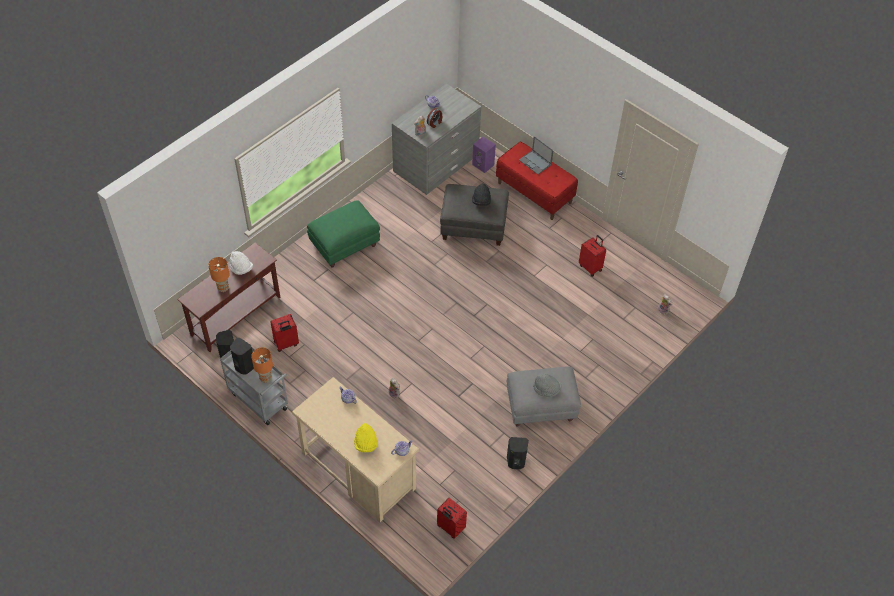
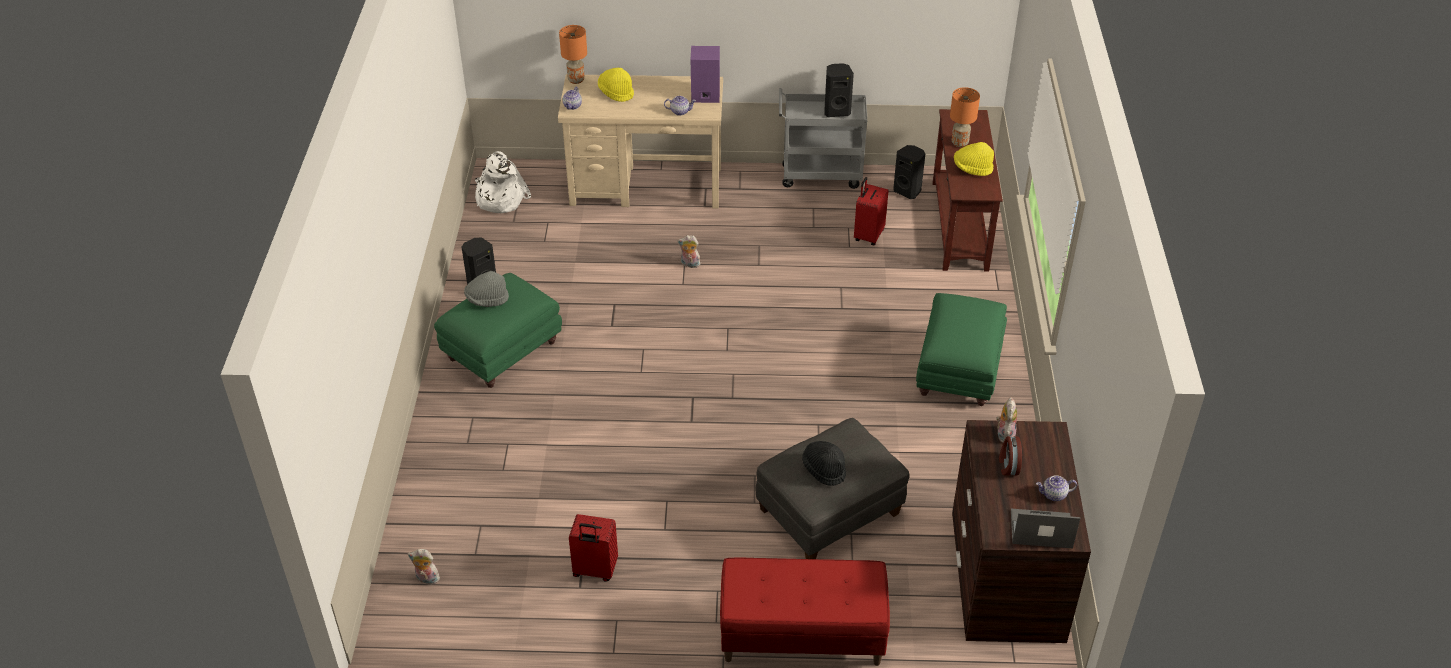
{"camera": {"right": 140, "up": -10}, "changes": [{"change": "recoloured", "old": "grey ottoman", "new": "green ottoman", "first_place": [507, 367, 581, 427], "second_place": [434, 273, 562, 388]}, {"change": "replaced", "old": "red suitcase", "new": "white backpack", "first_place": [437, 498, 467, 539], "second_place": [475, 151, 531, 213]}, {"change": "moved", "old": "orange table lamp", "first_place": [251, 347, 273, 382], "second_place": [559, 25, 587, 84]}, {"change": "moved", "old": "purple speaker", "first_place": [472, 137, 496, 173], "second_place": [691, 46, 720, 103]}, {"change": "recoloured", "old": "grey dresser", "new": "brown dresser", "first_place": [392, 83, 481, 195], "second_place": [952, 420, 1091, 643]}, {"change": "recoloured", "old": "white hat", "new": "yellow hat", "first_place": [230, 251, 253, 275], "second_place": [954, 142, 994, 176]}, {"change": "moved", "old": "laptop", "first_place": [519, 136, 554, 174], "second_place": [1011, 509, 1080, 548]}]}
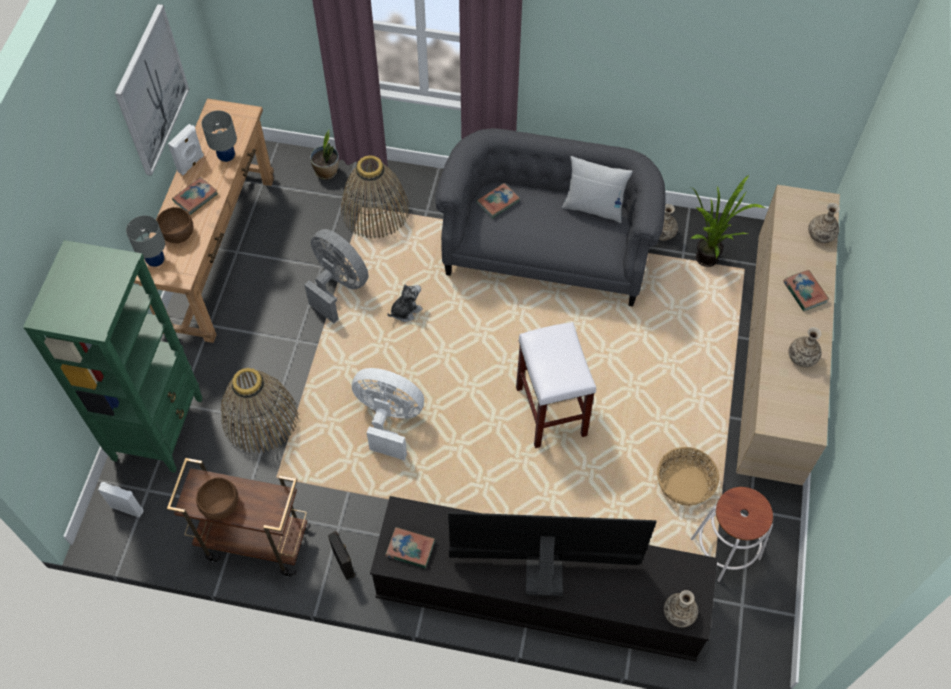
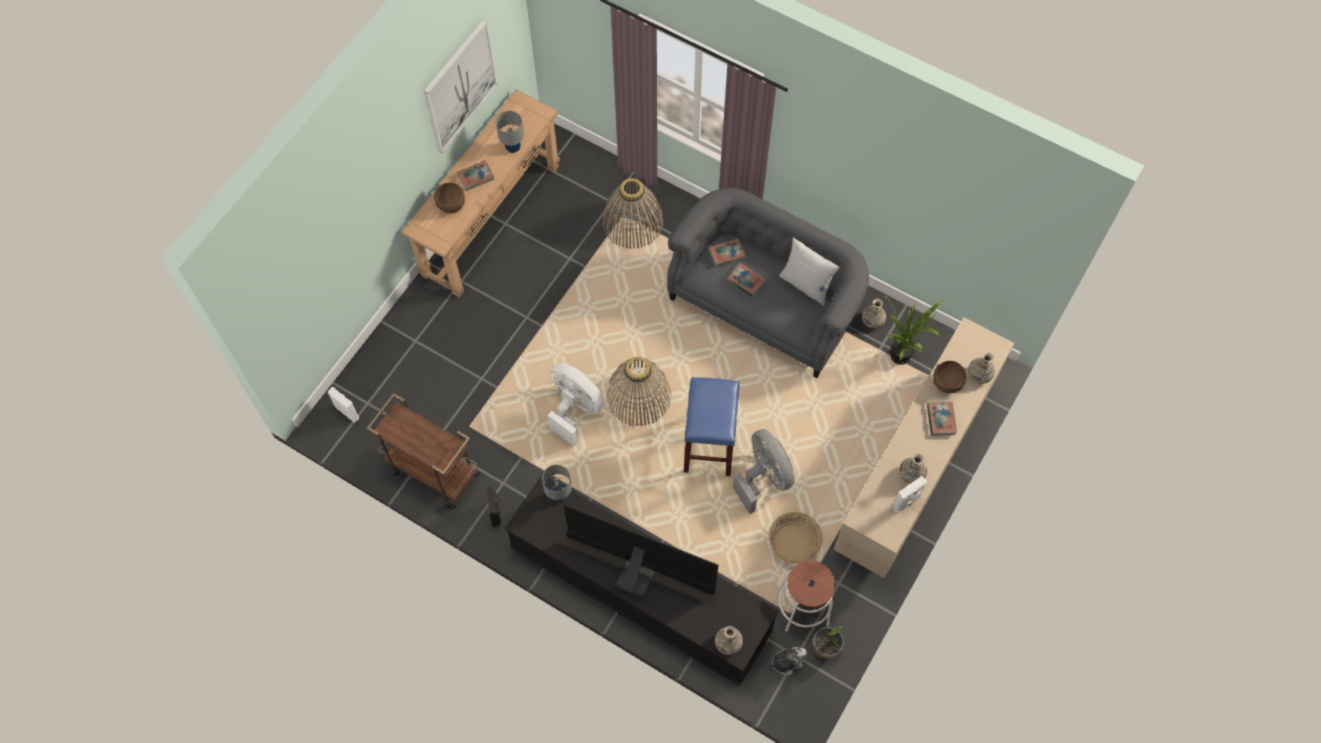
{"camera": {"right": 20, "up": 5}, "changes": [{"change": "moved", "old": "grey table lamp", "first_place": [126, 215, 165, 267], "second_place": [542, 465, 572, 502]}, {"change": "moved", "old": "basket", "first_place": [221, 368, 298, 453], "second_place": [606, 357, 671, 426]}, {"change": "recoloured", "old": "white stool", "new": "blue stool", "first_place": [516, 322, 596, 448], "second_place": [684, 377, 739, 476]}, {"change": "moved", "old": "book", "first_place": [385, 527, 435, 568], "second_place": [727, 263, 766, 297]}, {"change": "moved", "old": "grey fan", "first_place": [304, 229, 368, 323], "second_place": [733, 429, 795, 514]}, {"change": "moved", "old": "plush toy", "first_place": [387, 284, 423, 322], "second_place": [768, 647, 807, 675]}, {"change": "moved", "old": "potted plant", "first_place": [310, 130, 339, 180], "second_place": [813, 625, 843, 658]}, {"change": "moved", "old": "white speaker", "first_place": [168, 124, 204, 175], "second_place": [892, 476, 927, 513]}, {"change": "moved", "old": "brown bowl", "first_place": [196, 478, 238, 520], "second_place": [933, 361, 966, 393]}, {"change": "removed", "old": "green bookcase", "first_place": [23, 240, 202, 473]}]}
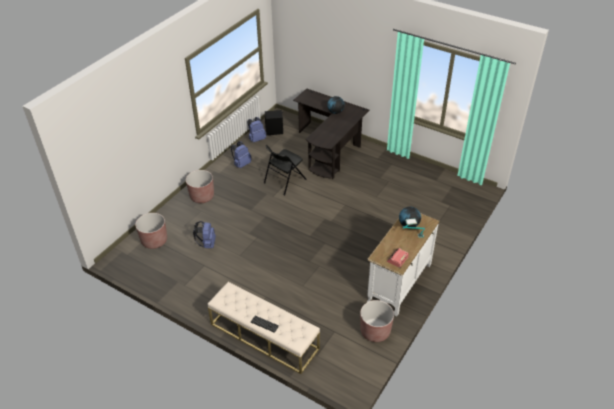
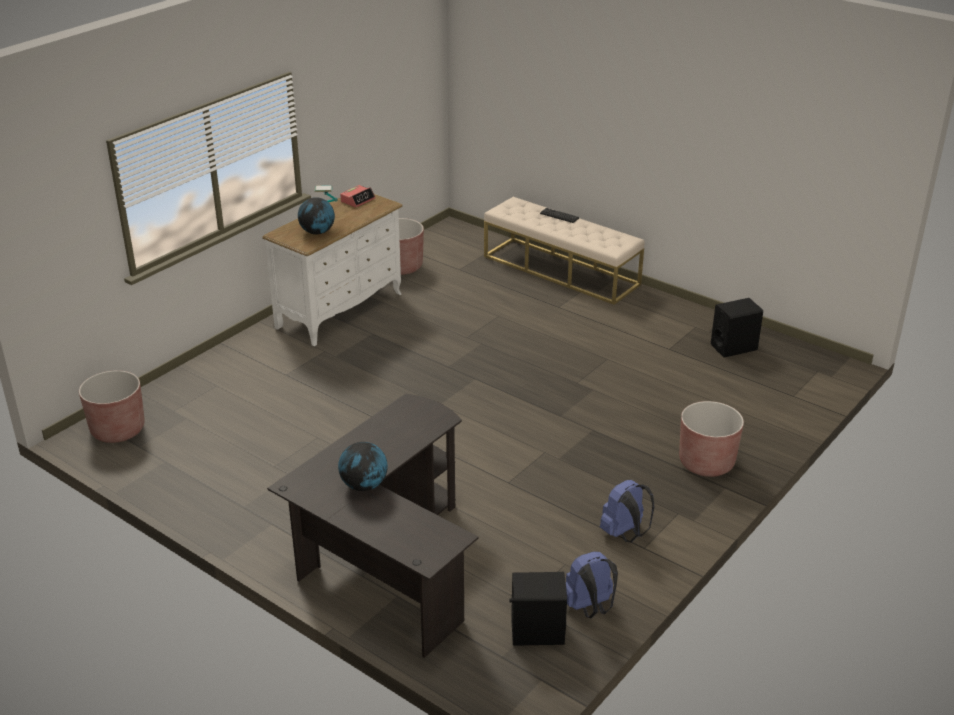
{"camera": {"right": -175, "up": -10}, "changes": [{"change": "moved", "old": "brown planter", "first_place": [135, 213, 167, 249], "second_place": [79, 371, 145, 443]}, {"change": "added", "new": "black speaker", "second_place": [711, 298, 763, 358]}, {"change": "removed", "old": "blue backpack", "first_place": [193, 221, 216, 248]}, {"change": "removed", "old": "black chair", "first_place": [264, 145, 306, 195]}]}
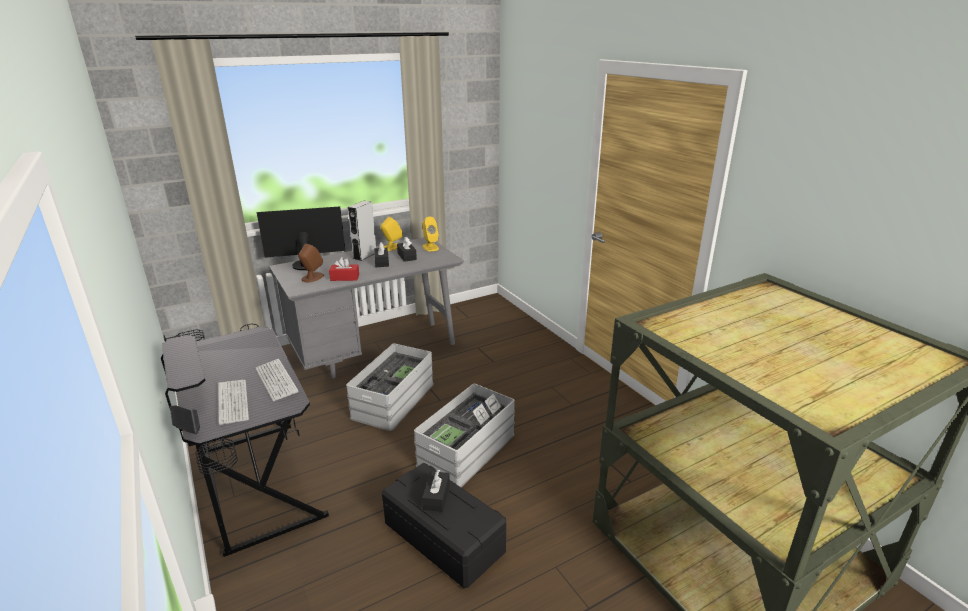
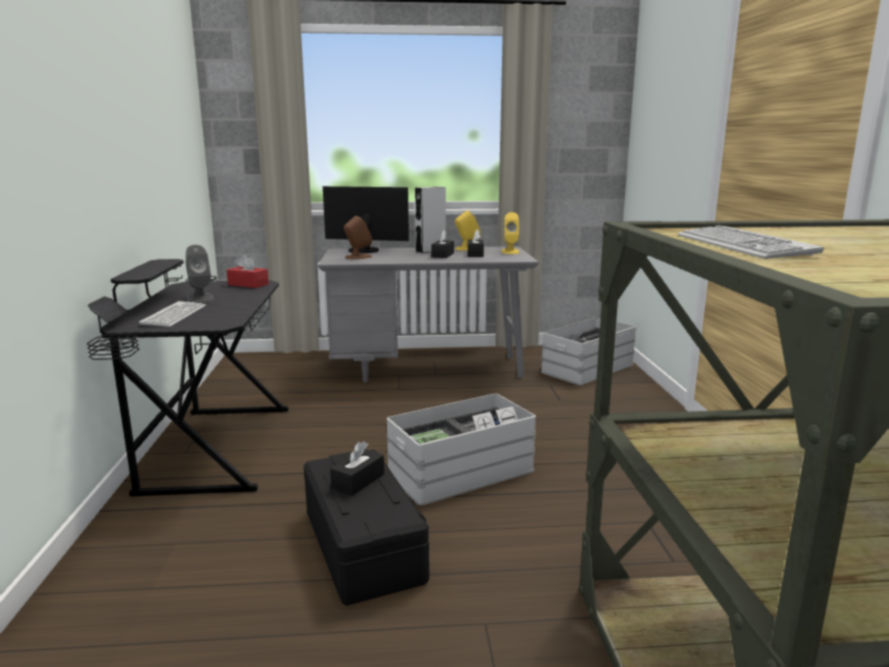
{"camera": {"right": 25, "up": -10}, "changes": [{"change": "added", "new": "grey speaker", "second_place": [186, 245, 214, 303]}, {"change": "moved", "old": "red tissue box", "first_place": [329, 257, 359, 281], "second_place": [227, 254, 269, 288]}, {"change": "moved", "old": "grey storage box", "first_place": [346, 343, 434, 431], "second_place": [541, 318, 636, 385]}, {"change": "moved", "old": "keyboard", "first_place": [256, 359, 298, 402], "second_place": [678, 225, 824, 259]}]}
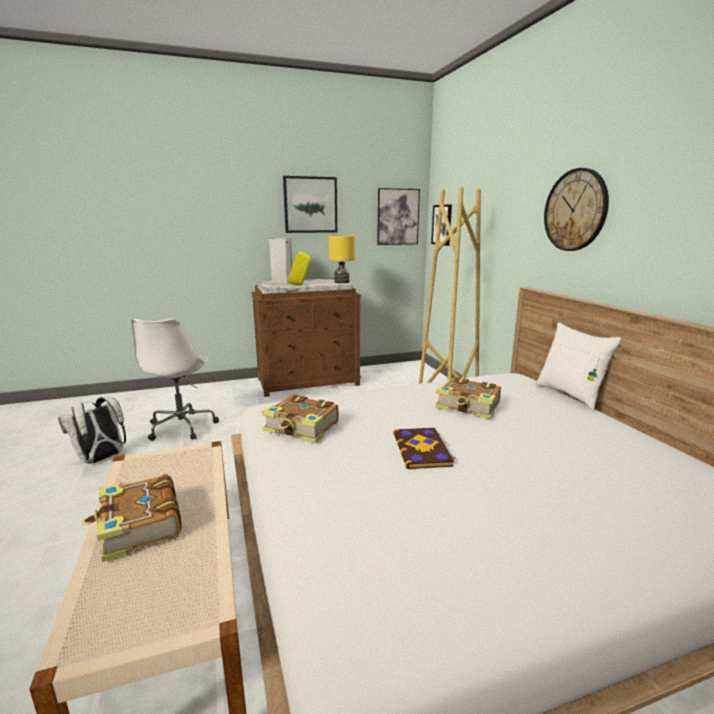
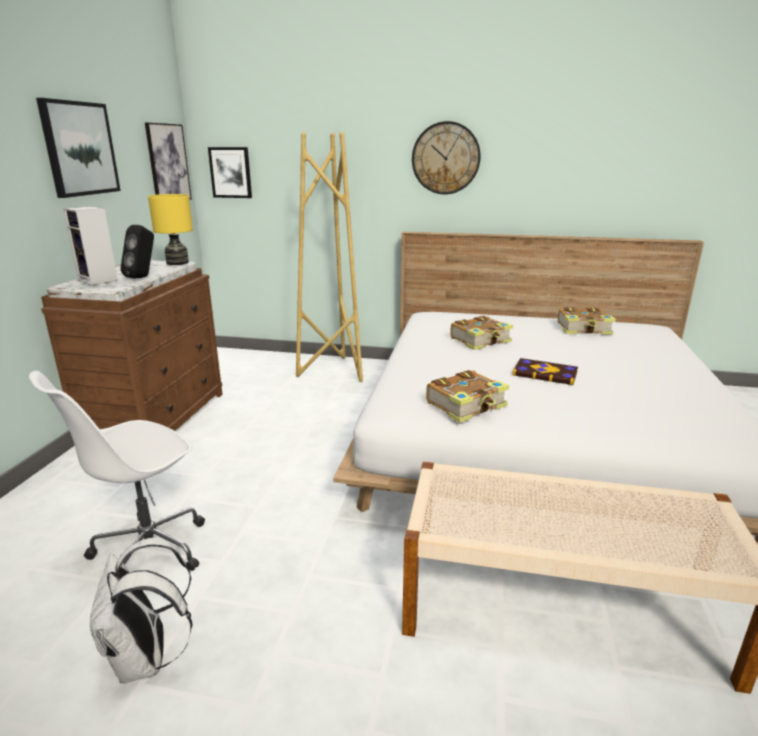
{"camera": {"right": -60, "up": 5}, "changes": [{"change": "turned", "old": "white office chair", "first_place": [131, 319, 219, 441], "second_place": [29, 371, 205, 571], "degrees": 105}, {"change": "recoloured", "old": "yellow speaker", "new": "black speaker", "first_place": [288, 251, 311, 285], "second_place": [121, 225, 154, 278]}, {"change": "moved", "old": "book", "first_place": [82, 474, 182, 562], "second_place": [558, 307, 616, 335]}, {"change": "removed", "old": "white pillow", "first_place": [535, 322, 622, 410]}]}
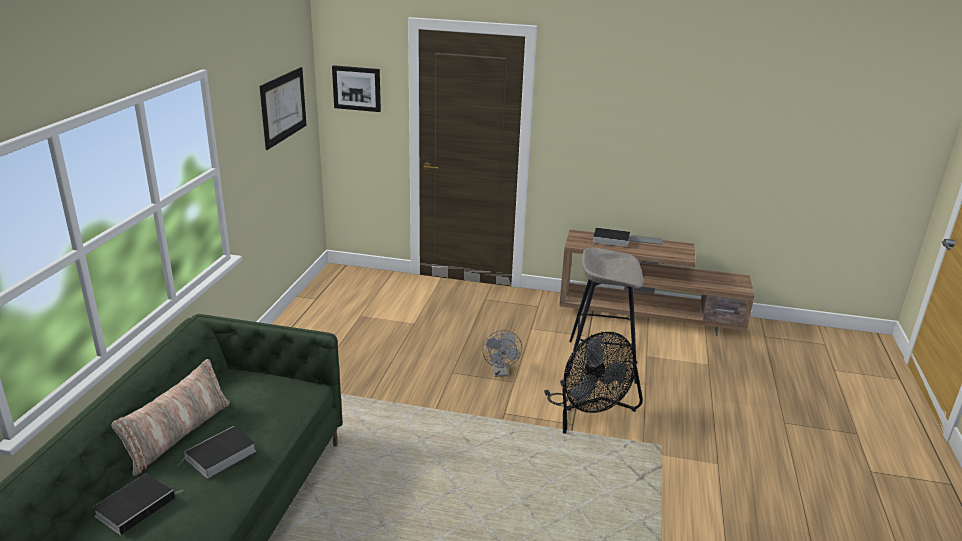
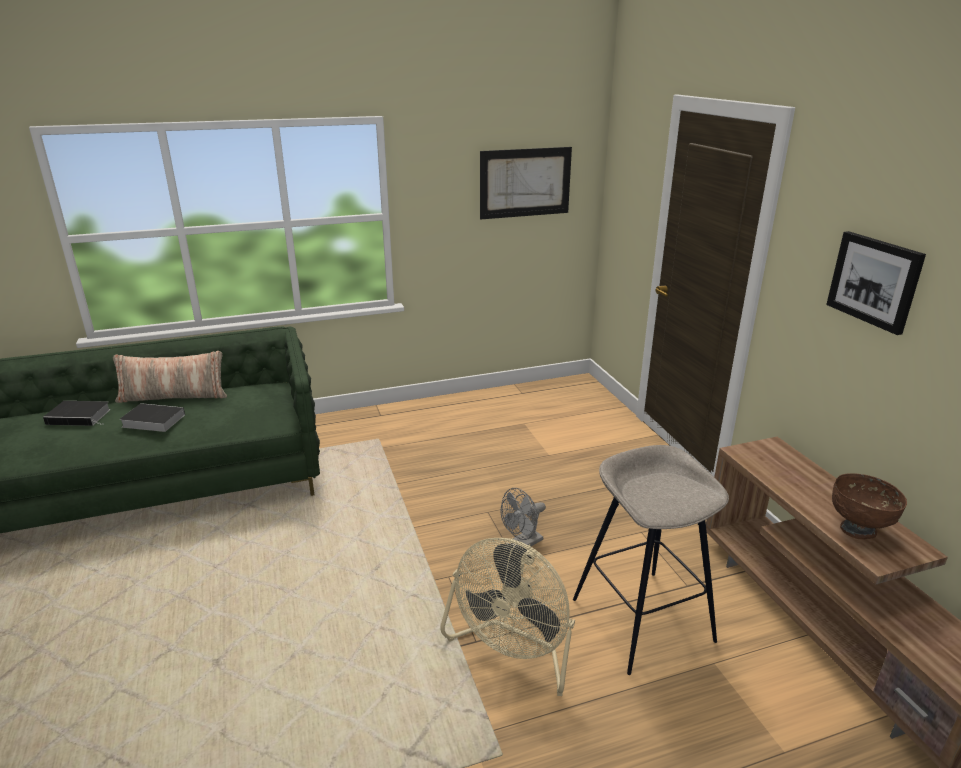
{"camera": {"right": 60, "up": 0}, "changes": [{"change": "recoloured", "old": "black fan", "new": "beige fan", "first_place": [544, 332, 643, 434], "second_place": [440, 538, 575, 696]}, {"change": "moved", "old": "picture", "first_place": [332, 65, 381, 112], "second_place": [826, 231, 926, 335]}, {"change": "added", "new": "brown bowl", "second_place": [832, 473, 907, 539]}, {"change": "removed", "old": "book", "first_place": [593, 227, 630, 247]}]}
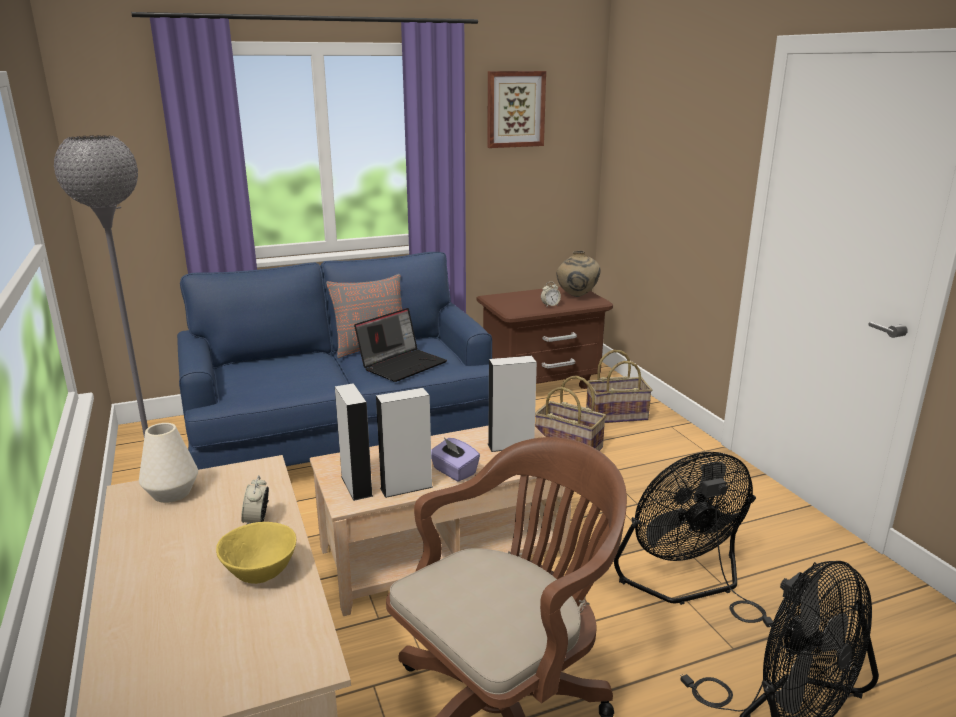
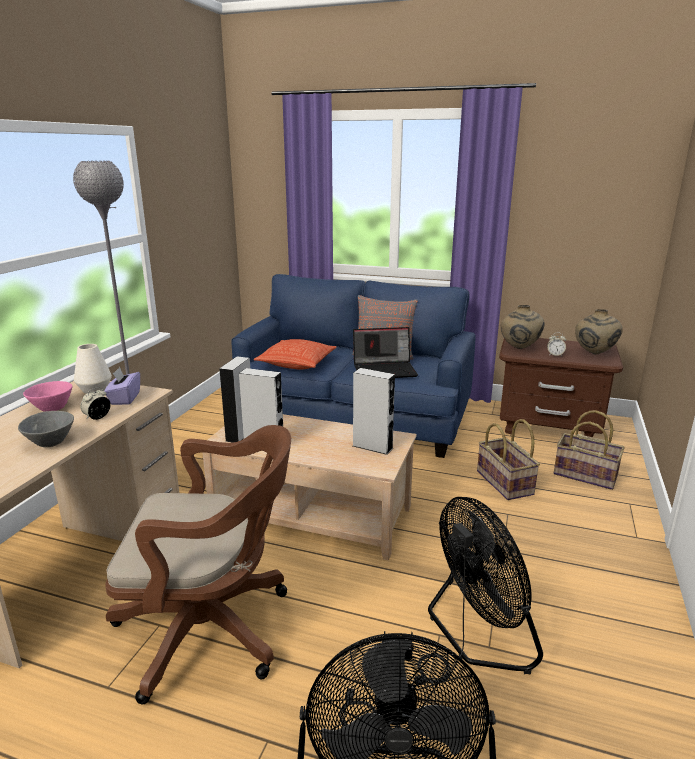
{"camera": {"right": 40, "up": 0}, "changes": [{"change": "recoloured", "old": "yellow bowl", "new": "grey bowl", "first_place": [216, 522, 296, 584], "second_place": [18, 411, 74, 447]}, {"change": "added", "new": "pink bowl", "second_place": [23, 381, 73, 412]}, {"change": "moved", "old": "purple tissue box", "first_place": [431, 438, 480, 482], "second_place": [104, 367, 140, 405]}, {"change": "added", "new": "orange pillow", "second_place": [254, 339, 337, 369]}, {"change": "turned", "old": "black fan", "first_place": [614, 452, 773, 628], "second_place": [413, 497, 543, 686], "degrees": 45}, {"change": "added", "new": "beige vase", "second_place": [501, 305, 545, 349]}, {"change": "removed", "old": "picture", "first_place": [487, 71, 546, 148]}]}
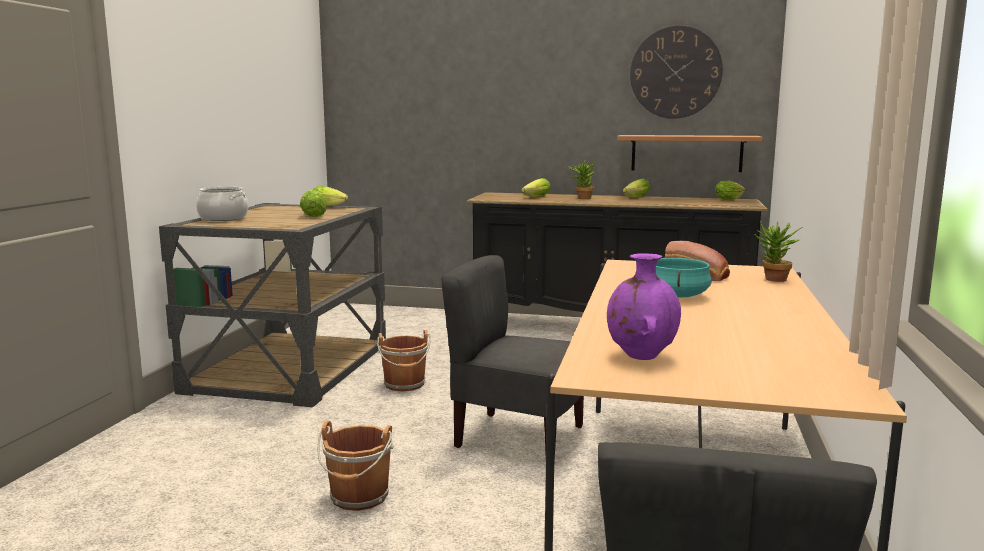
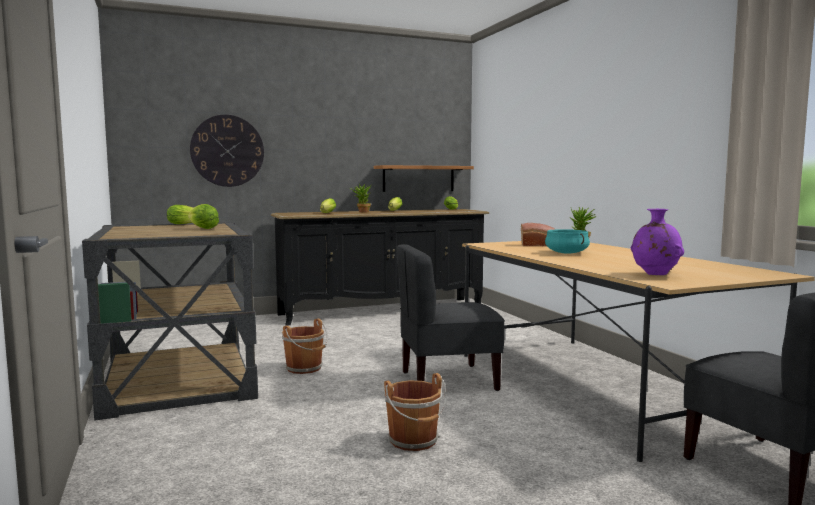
{"camera": {"right": -35, "up": -5}, "changes": [{"change": "moved", "old": "wall clock", "first_place": [630, 26, 723, 119], "second_place": [190, 115, 264, 187]}, {"change": "removed", "old": "cooking pot", "first_place": [196, 187, 248, 221]}]}
